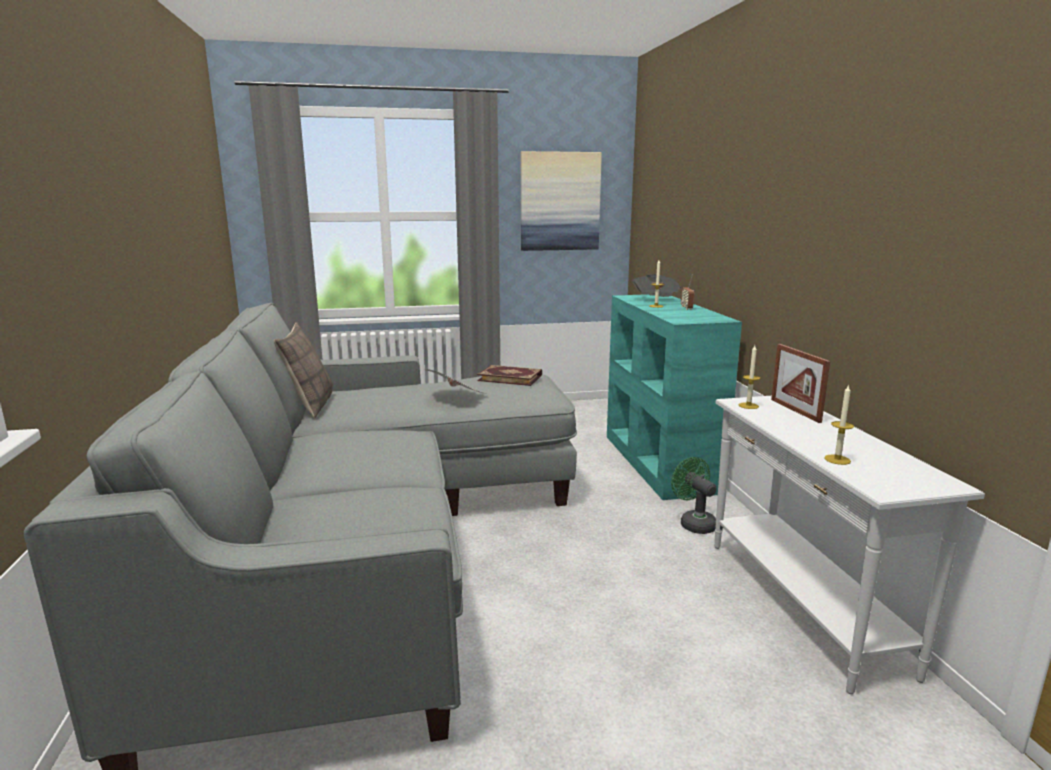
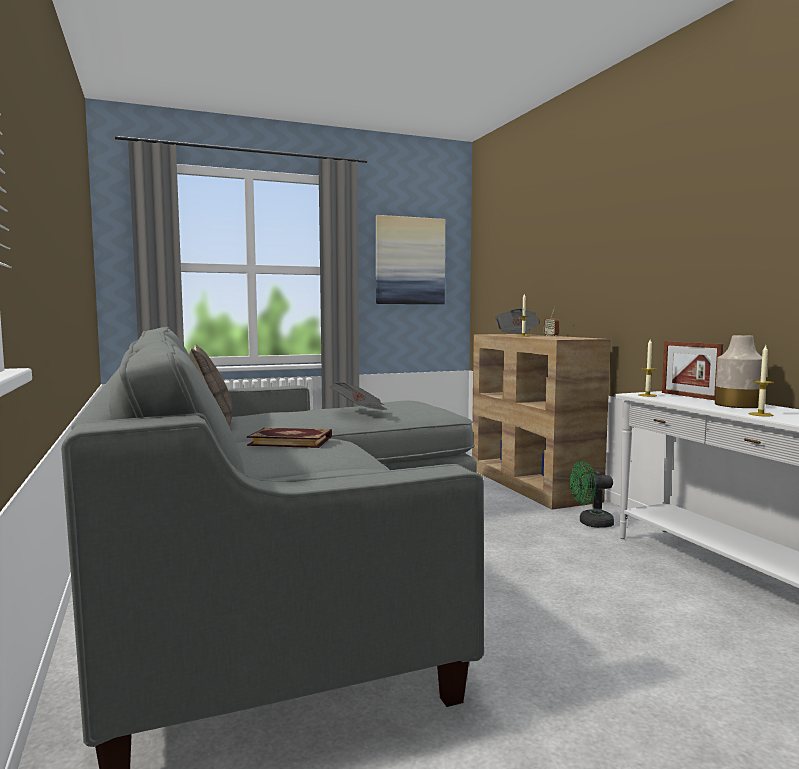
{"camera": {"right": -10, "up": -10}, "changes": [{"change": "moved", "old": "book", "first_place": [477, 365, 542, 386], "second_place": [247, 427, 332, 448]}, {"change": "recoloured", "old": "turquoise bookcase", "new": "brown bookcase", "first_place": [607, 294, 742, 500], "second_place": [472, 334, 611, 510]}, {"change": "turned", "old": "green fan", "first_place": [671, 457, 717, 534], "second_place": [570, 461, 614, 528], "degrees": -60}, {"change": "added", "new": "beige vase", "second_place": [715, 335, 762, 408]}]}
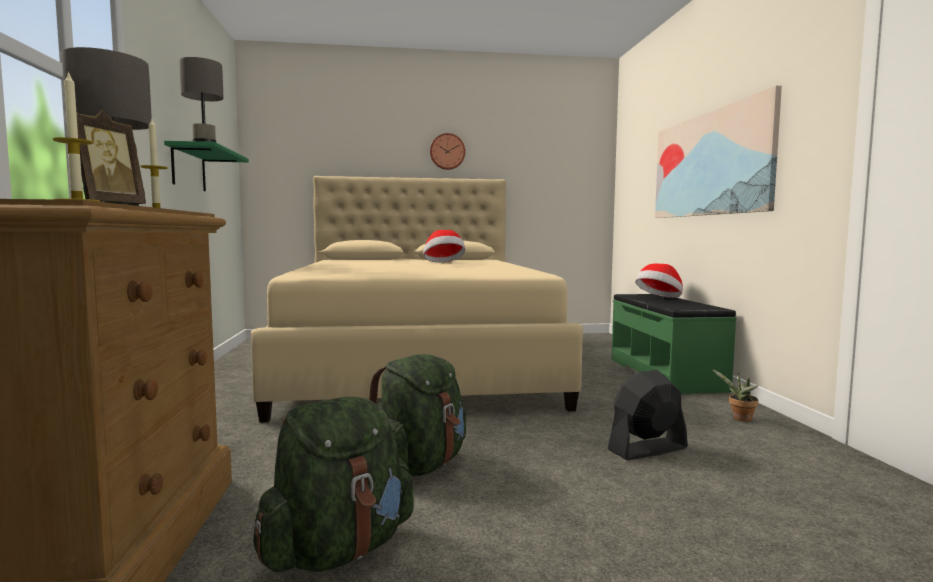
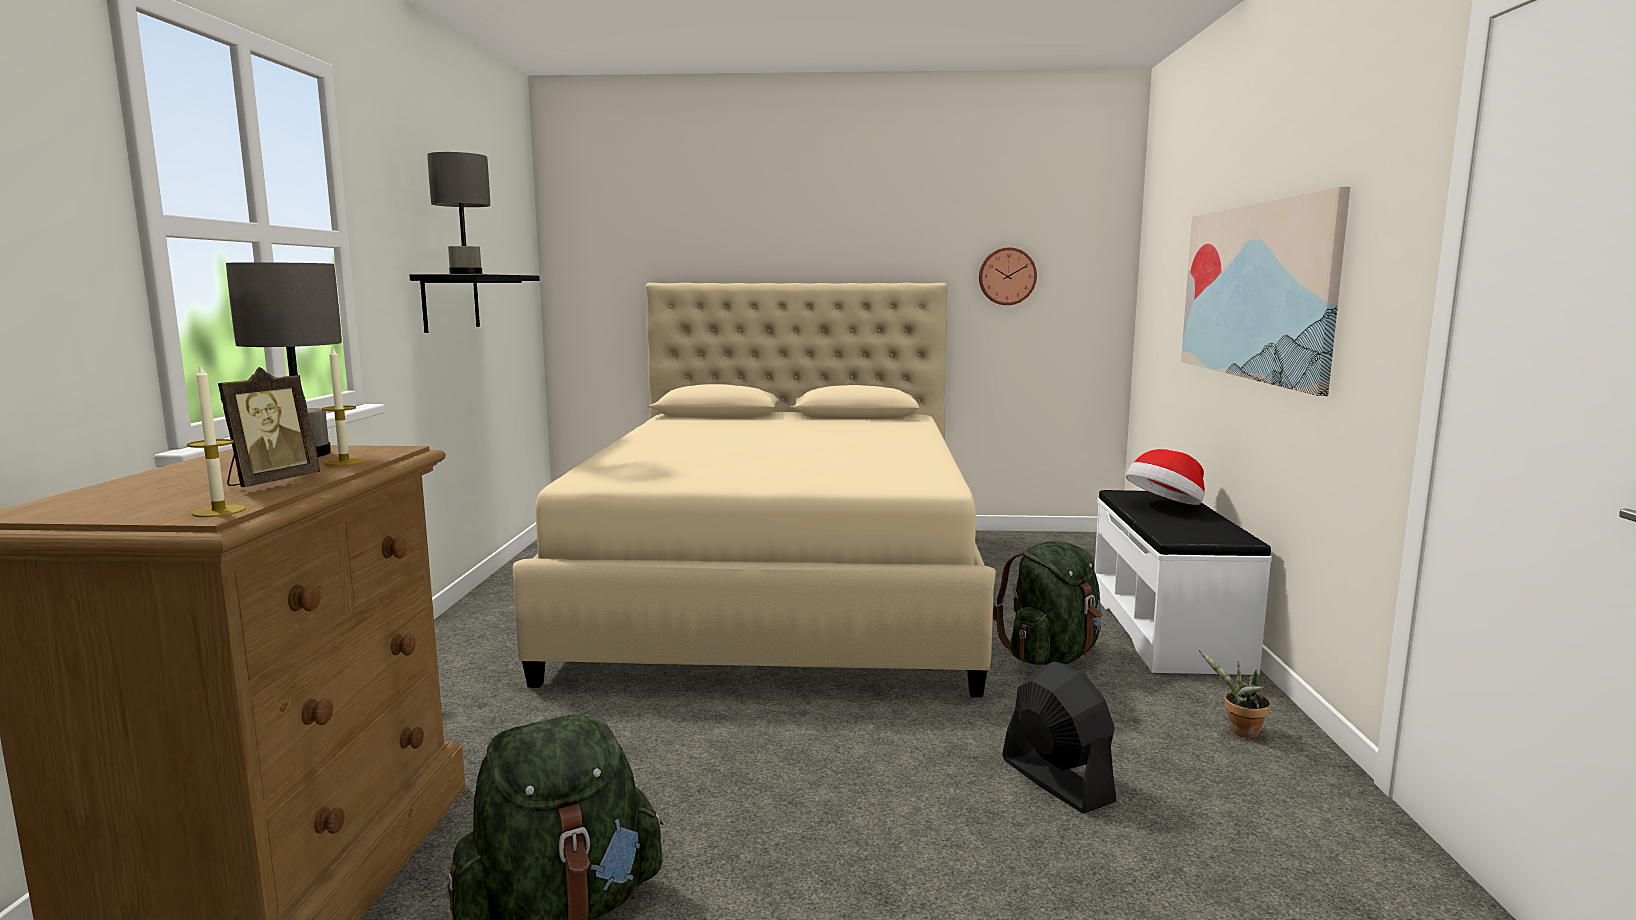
{"camera": {"right": 10, "up": 5}, "changes": [{"change": "recoloured", "old": "green shelf", "new": "black shelf", "first_place": [164, 141, 249, 191], "second_place": [410, 274, 540, 333]}, {"change": "moved", "old": "wall clock", "first_place": [430, 133, 465, 170], "second_place": [979, 247, 1037, 305]}, {"change": "moved", "old": "green backpack", "first_place": [369, 354, 466, 476], "second_place": [993, 541, 1103, 665]}, {"change": "turned", "old": "black fan", "first_place": [608, 370, 688, 460], "second_place": [1002, 662, 1117, 814], "degrees": 75}, {"change": "recoloured", "old": "green bench", "new": "white bench", "first_place": [611, 294, 736, 394], "second_place": [1094, 490, 1272, 675]}, {"change": "removed", "old": "hat", "first_place": [423, 230, 465, 263]}]}
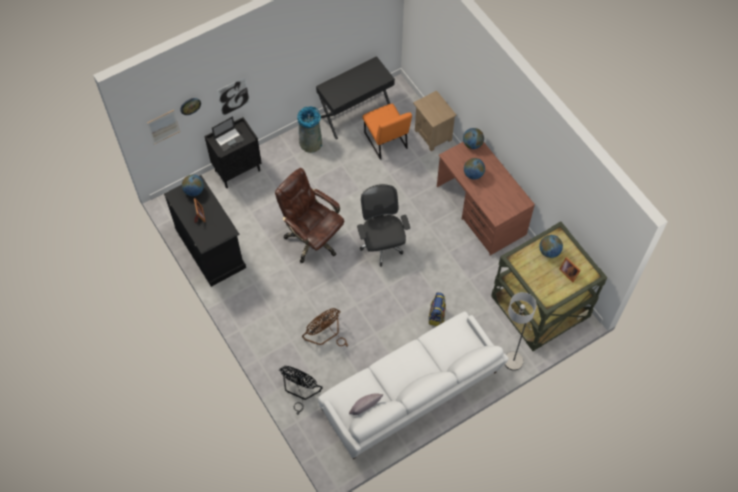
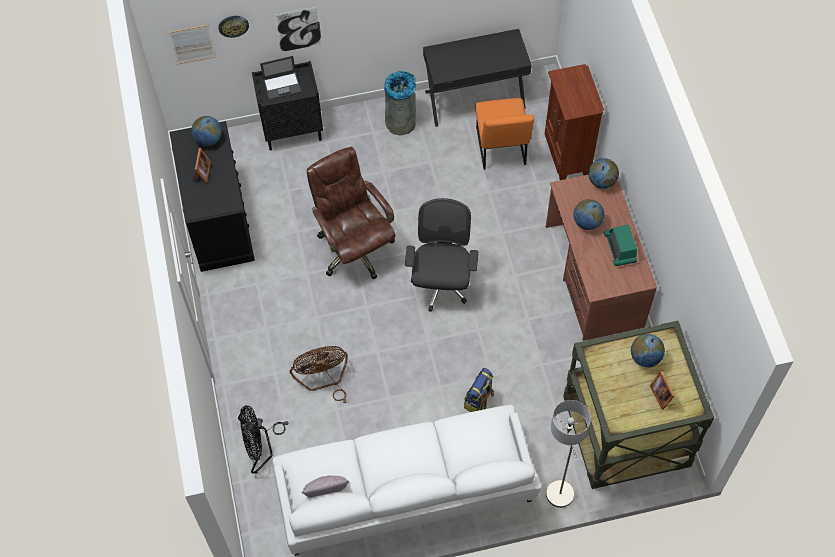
{"camera": {"right": 20, "up": 0}, "changes": [{"change": "turned", "old": "black fan", "first_place": [279, 366, 323, 415], "second_place": [238, 405, 289, 474], "degrees": -150}, {"change": "replaced", "old": "beige nightstand", "new": "brown cabinet", "first_place": [413, 90, 457, 151], "second_place": [545, 64, 604, 180]}, {"change": "added", "new": "radio", "second_place": [604, 225, 637, 266]}]}
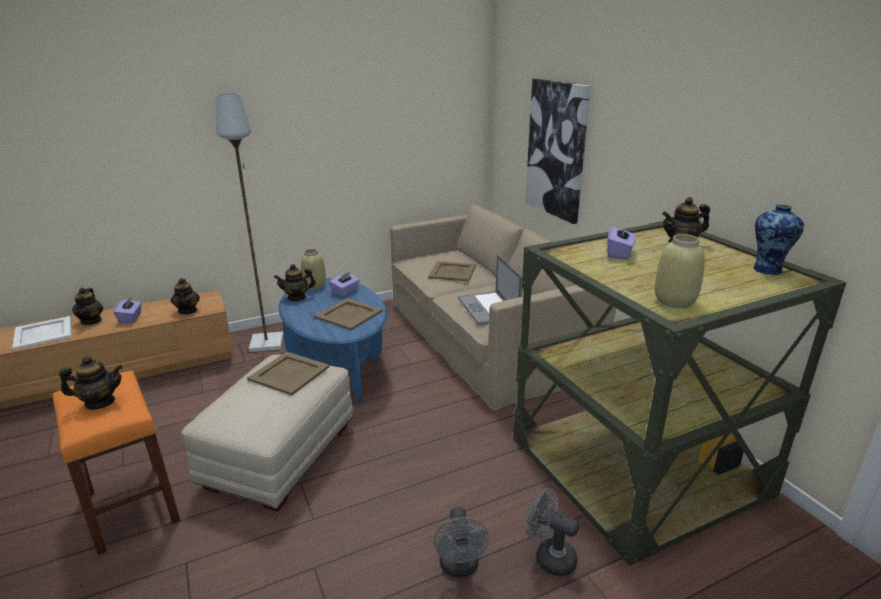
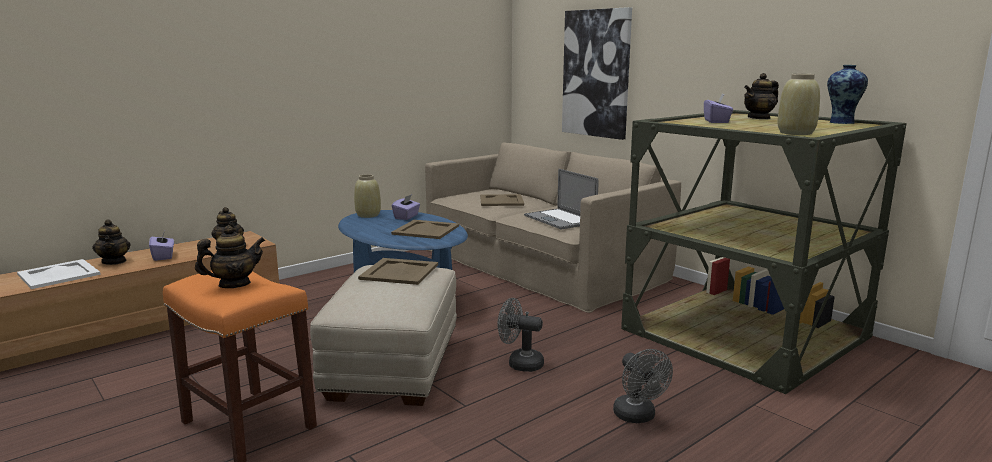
{"camera": {"right": -15, "up": -10}, "changes": [{"change": "moved", "old": "grey fan", "first_place": [526, 488, 579, 577], "second_place": [498, 298, 544, 372]}, {"change": "removed", "old": "grey floor lamp", "first_place": [216, 93, 284, 352]}, {"change": "removed", "old": "teapot", "first_place": [274, 264, 316, 301]}]}
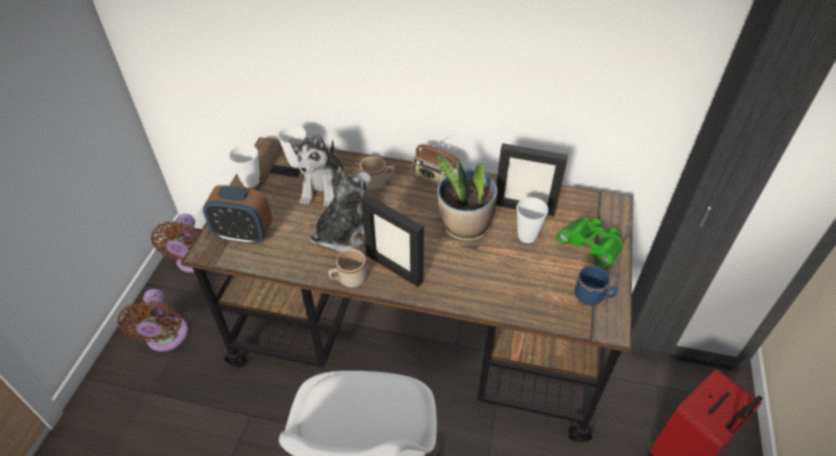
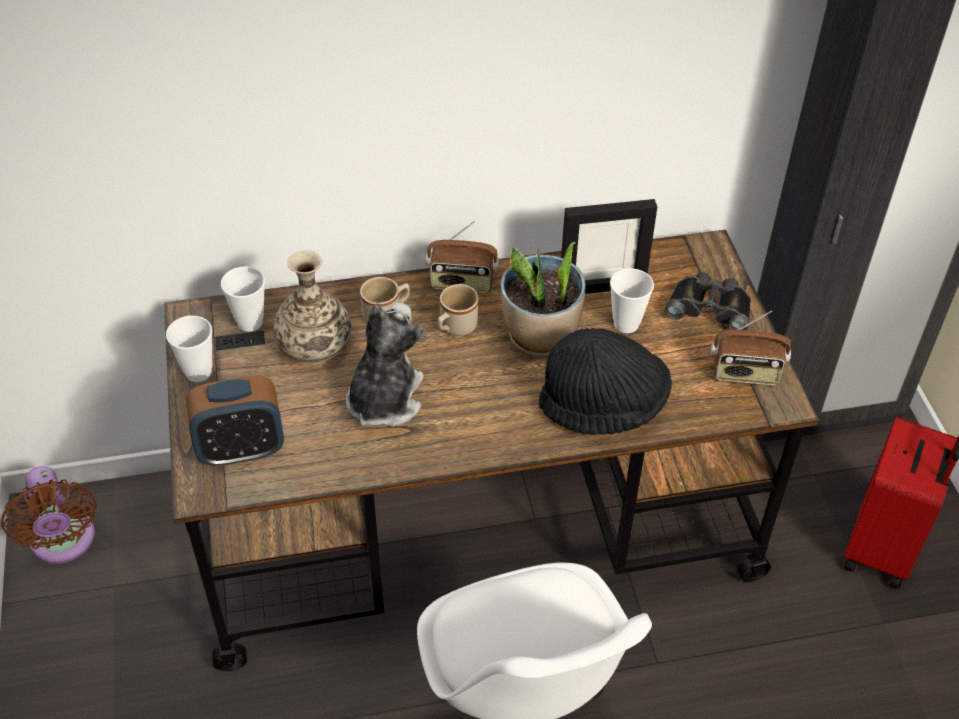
{"camera": {"right": -25, "up": 0}, "changes": [{"change": "replaced", "old": "plush toy", "new": "vase", "first_place": [289, 134, 344, 207], "second_place": [273, 250, 351, 365]}, {"change": "moved", "old": "beige mug", "first_place": [328, 249, 367, 287], "second_place": [438, 284, 479, 336]}, {"change": "added", "new": "black hat", "second_place": [539, 328, 672, 435]}, {"change": "recoloured", "old": "green binoculars", "new": "black binoculars", "first_place": [556, 217, 624, 269], "second_place": [665, 272, 751, 330]}, {"change": "replaced", "old": "blue mug", "new": "radio", "first_place": [575, 266, 618, 305], "second_place": [711, 311, 791, 386]}, {"change": "removed", "old": "brown fan", "first_place": [117, 289, 188, 352]}, {"change": "removed", "old": "picture frame", "first_place": [361, 195, 424, 287]}]}
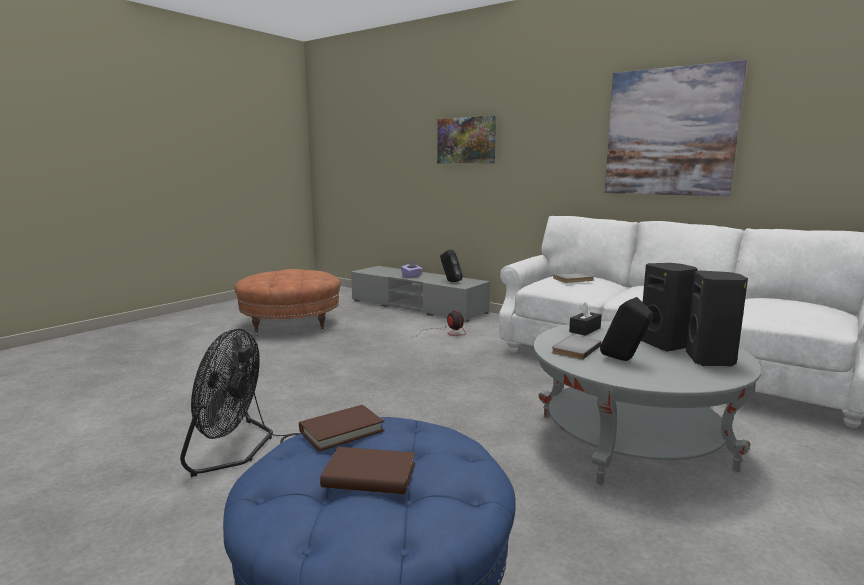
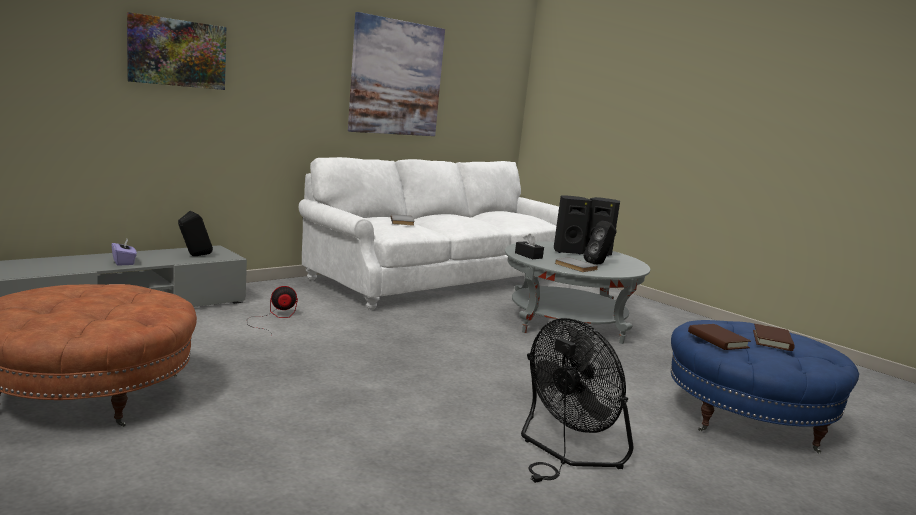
{"camera": {"right": -80, "up": 0}, "changes": [{"change": "turned", "old": "black fan", "first_place": [180, 329, 301, 477], "second_place": [521, 318, 634, 483], "degrees": -150}]}
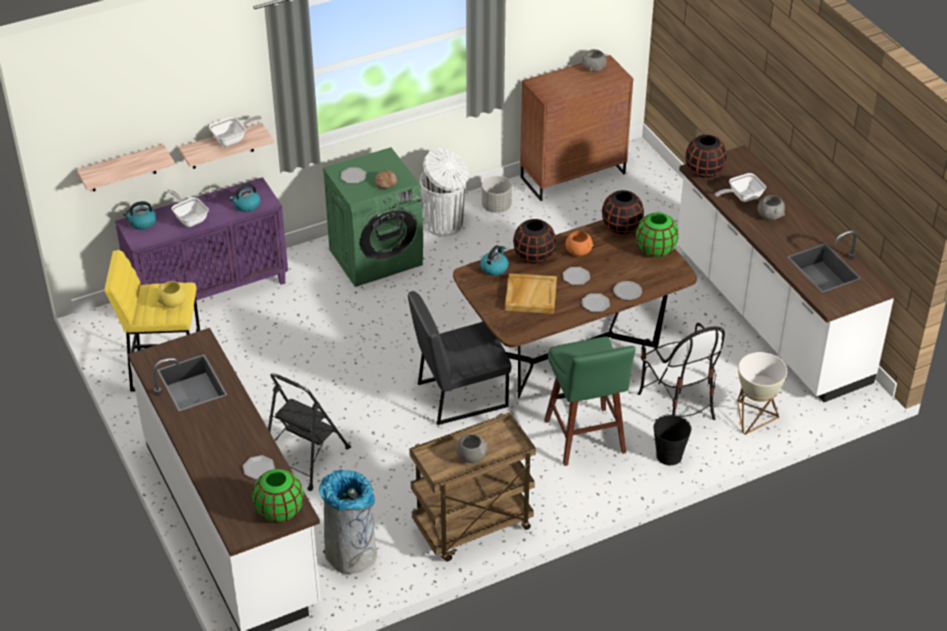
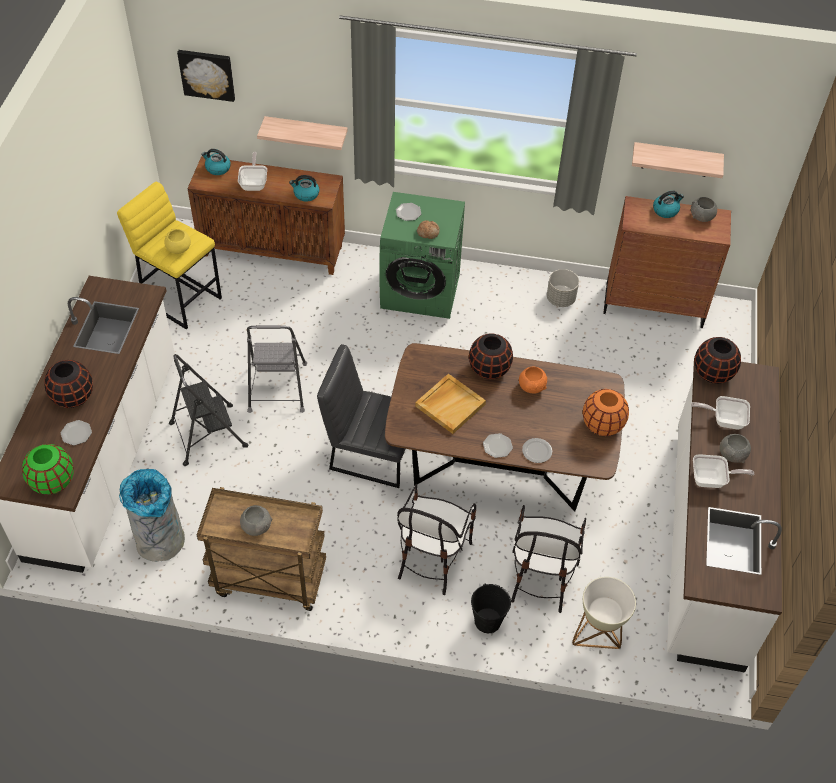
{"camera": {"right": 35, "up": 10}, "changes": [{"change": "moved", "old": "black vase", "first_place": [602, 190, 644, 234], "second_place": [44, 360, 93, 408]}, {"change": "added", "new": "picture", "second_place": [177, 50, 235, 102]}, {"change": "recoloured", "old": "purple cabinet", "new": "brown cabinet", "first_place": [115, 177, 288, 300], "second_place": [187, 156, 345, 275]}, {"change": "added", "new": "grey step ladder", "second_place": [247, 325, 307, 413]}, {"change": "replaced", "old": "green stool", "new": "chair", "first_place": [544, 336, 636, 466], "second_place": [397, 484, 476, 595]}, {"change": "recoloured", "old": "green vase", "new": "orange vase", "first_place": [636, 212, 679, 257], "second_place": [583, 389, 629, 436]}, {"change": "moved", "old": "shelf", "first_place": [76, 144, 175, 192], "second_place": [632, 142, 724, 178]}, {"change": "moved", "old": "kettle", "first_place": [480, 245, 509, 276], "second_place": [653, 191, 684, 218]}, {"change": "moved", "old": "frying pan", "first_place": [209, 115, 262, 146], "second_place": [693, 454, 754, 488]}, {"change": "removed", "old": "white trash can", "first_place": [420, 148, 469, 237]}, {"change": "removed", "old": "plate", "first_place": [563, 267, 590, 285]}]}
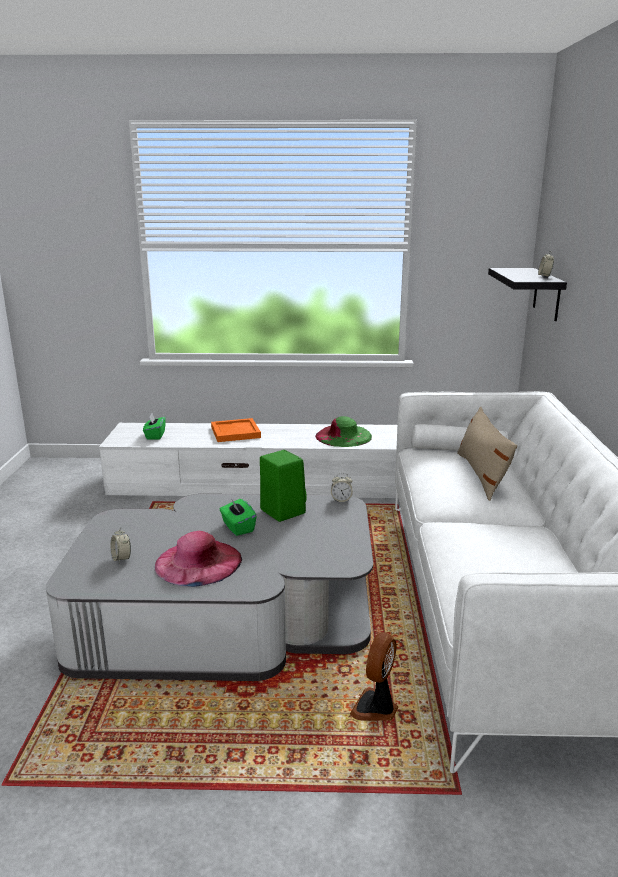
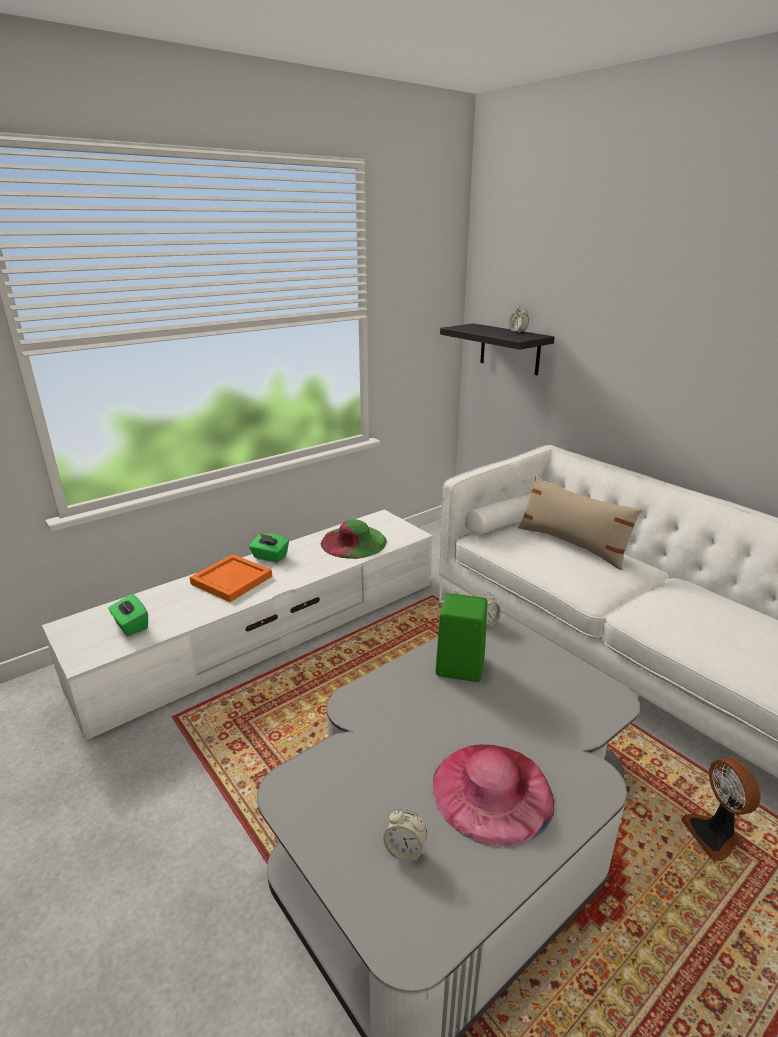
{"camera": {"right": -40, "up": 5}, "changes": [{"change": "moved", "old": "green tissue box", "first_place": [220, 499, 257, 536], "second_place": [249, 533, 289, 563]}]}
